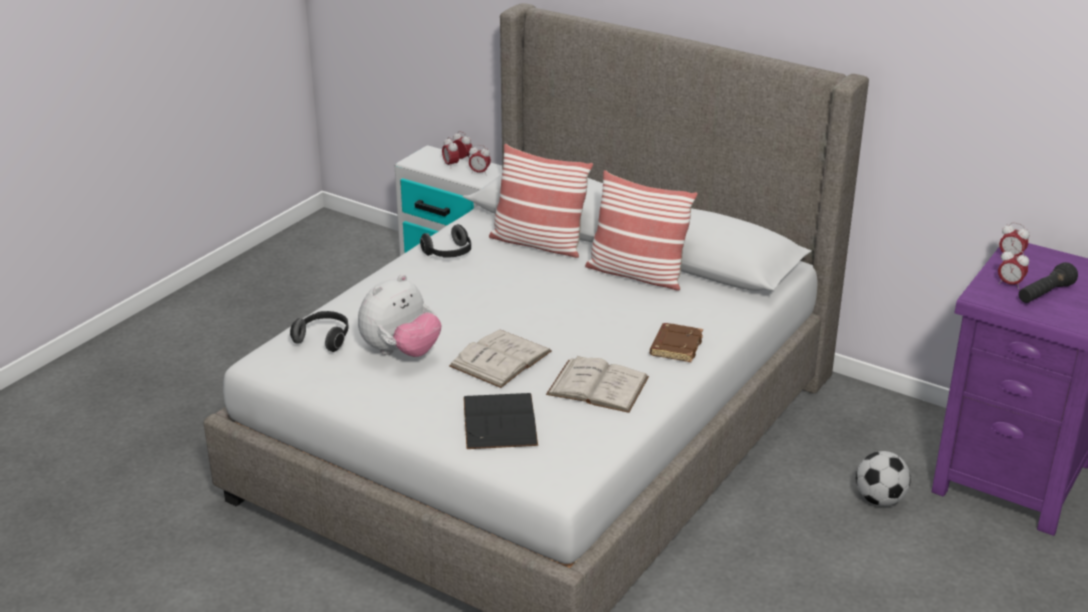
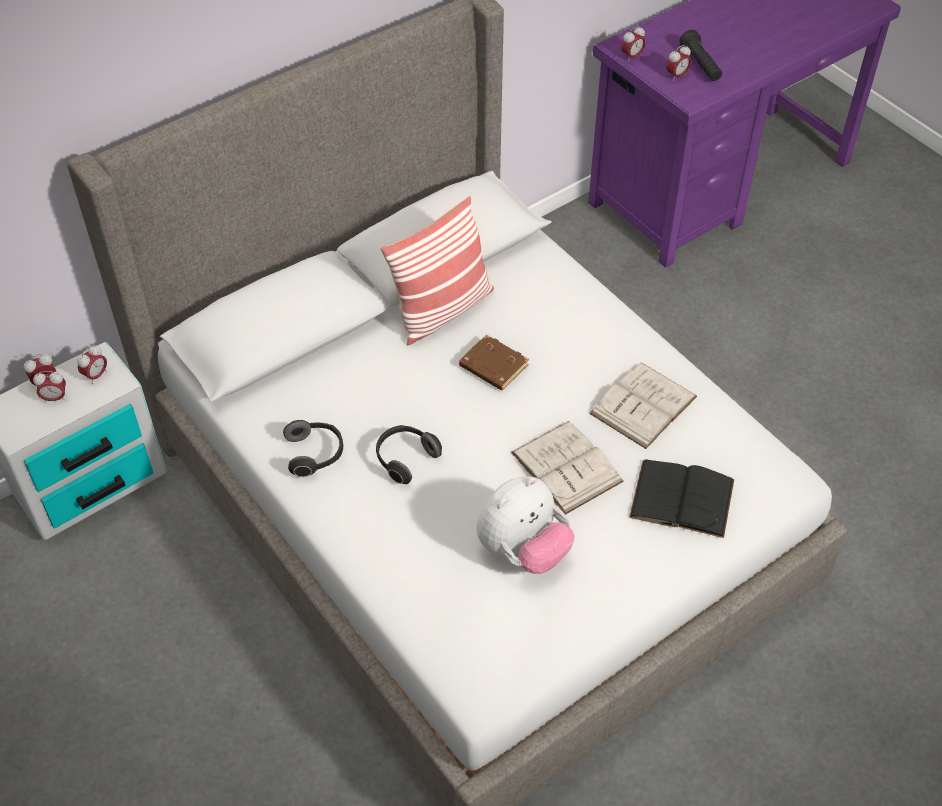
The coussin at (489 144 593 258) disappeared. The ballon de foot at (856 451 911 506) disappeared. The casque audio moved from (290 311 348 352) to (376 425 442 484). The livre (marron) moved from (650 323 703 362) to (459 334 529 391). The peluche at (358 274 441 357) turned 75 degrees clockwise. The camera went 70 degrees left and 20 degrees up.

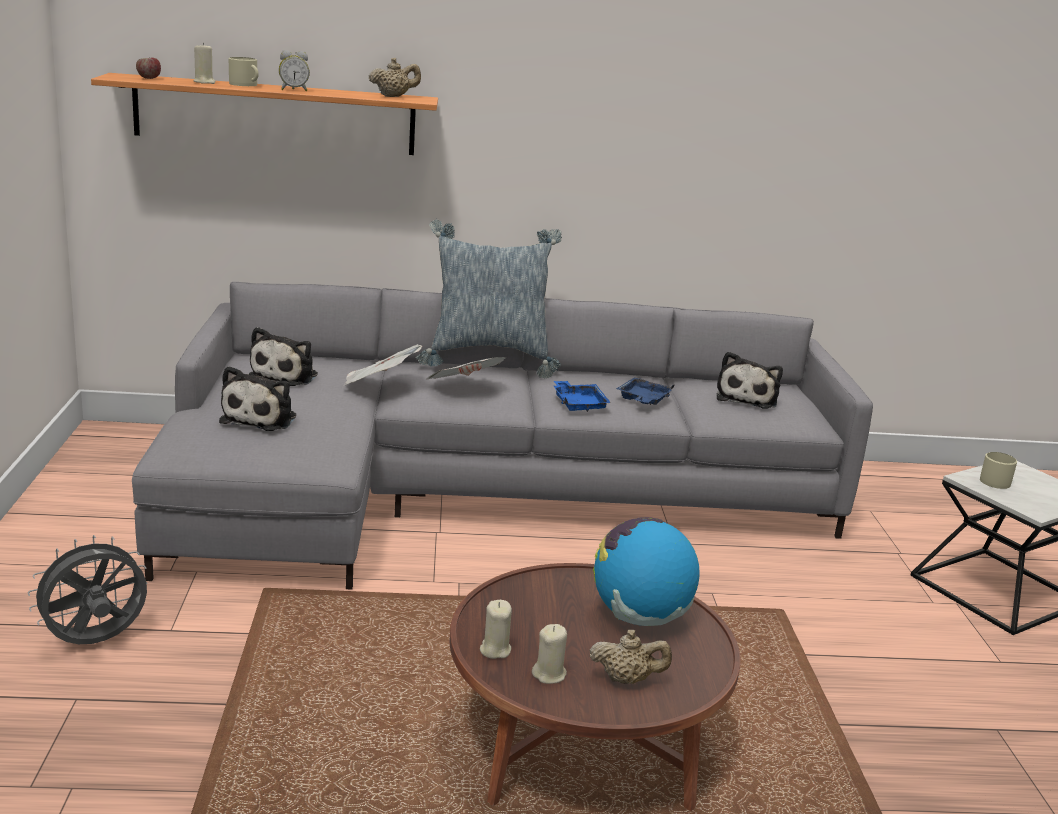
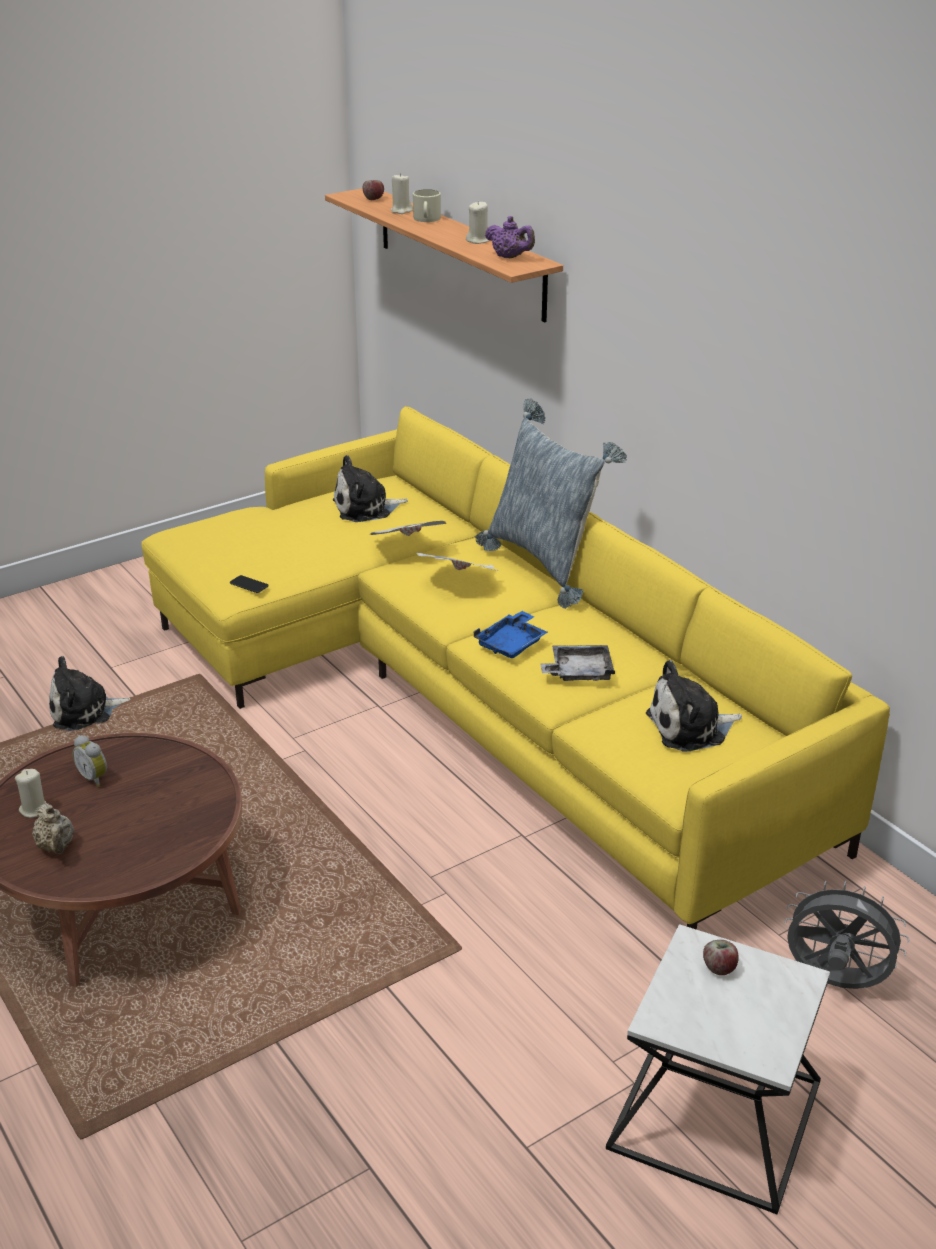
The globe at (593 517 700 626) disappeared. The téléphone at (230 575 269 593) appeared. The ventilateur (gris) moved from (28 535 147 644) to (785 881 909 989). The peluche moved from (219 366 296 431) to (49 656 131 731). The réveil moved from (279 50 310 91) to (72 735 107 787). The bougie (beige) moved from (480 600 512 659) to (466 201 489 244). The mug (beige) at (980 452 1017 489) was replaced by the pomme at (703 940 739 975). The canapé (gris) at (132 282 873 589) became the canapé (jaune) at (141 406 890 930). The théière (beige) at (369 58 421 97) became the théière (violet) at (485 216 535 258). The plateau (bleu) at (616 377 675 405) became the plateau (gris) at (540 645 615 681). The camera went 60 degrees right and 10 degrees up.

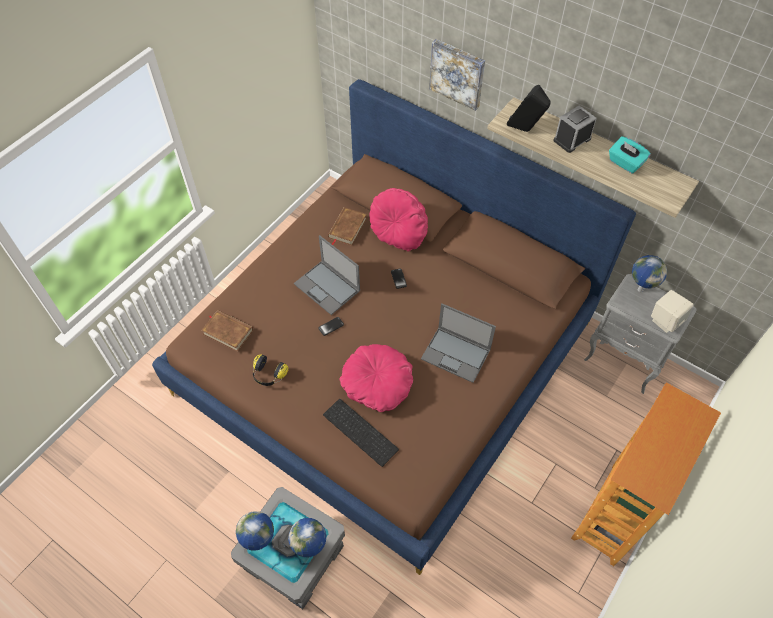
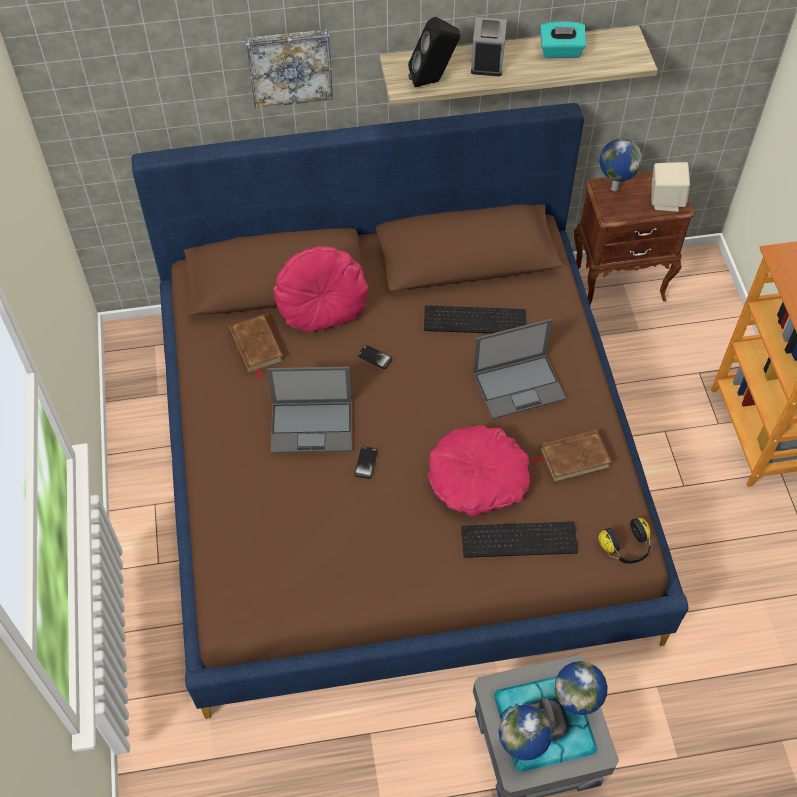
The clavier at (424 305 525 333) appeared. The livre (marron) moved from (201 310 253 352) to (533 430 612 483). The casque audio moved from (253 355 289 386) to (598 518 651 564). The table de chevet (gris) at (584 274 697 394) became the table de chevet (marron) at (574 172 694 305). The camera went 45 degrees left and 0 degrees up.

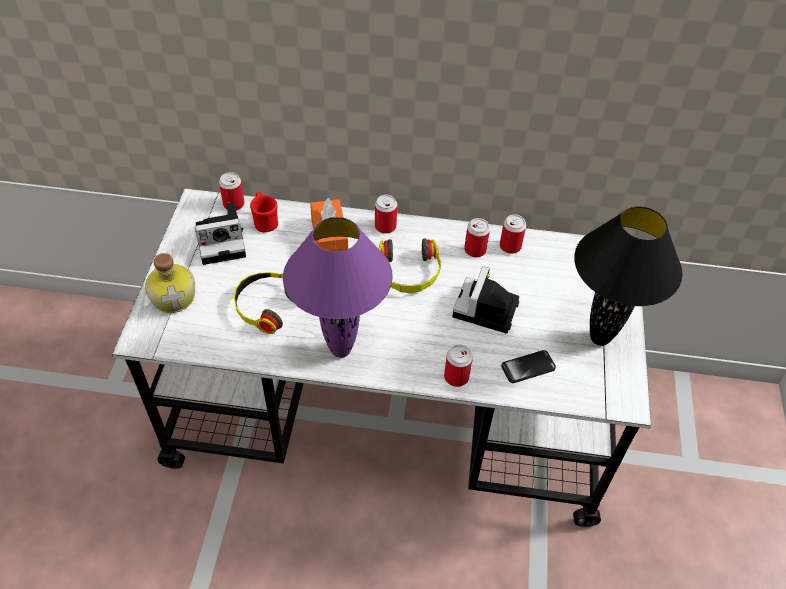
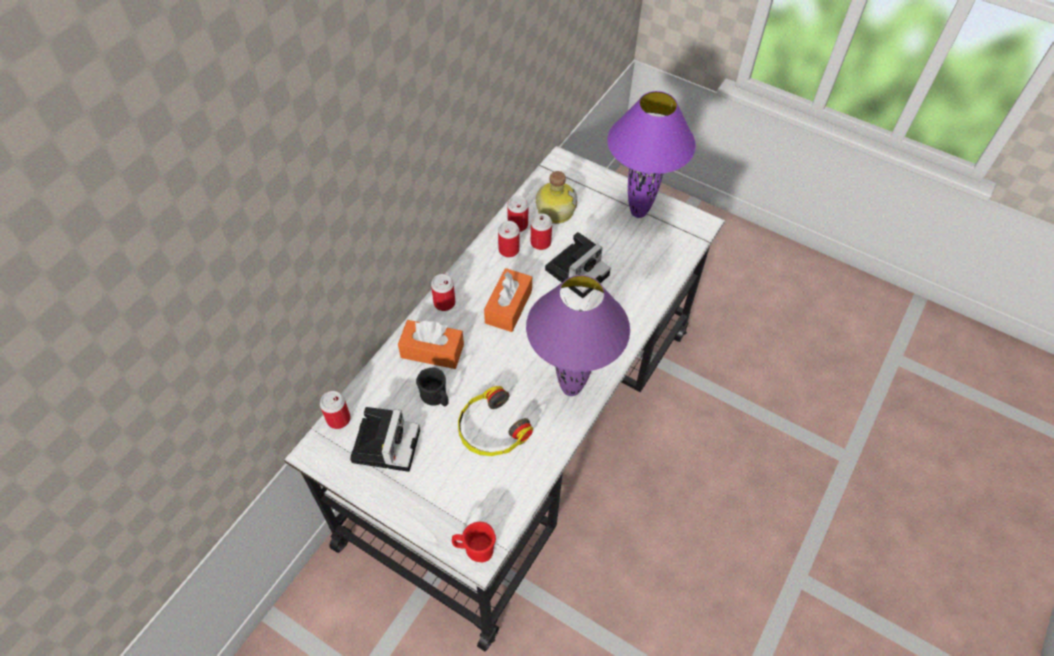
The téléphone at (501 350 556 383) disappeared. The mug (noir) at (416 368 449 406) appeared. The bouteille moved from (145 253 195 313) to (536 171 577 224). The mug (rouge) moved from (250 192 278 232) to (452 522 496 562). The boîte métallique moved from (444 345 473 387) to (531 213 552 250). The casque audio at (378 238 441 294) was replaced by the boîte à mouchoirs (orange) at (484 268 532 332). The lampe de table (noir) at (574 207 683 346) became the lampe de table (violet) at (607 91 696 218). The appareil photo at (452 266 519 334) turned 90 degrees counterclockwise. The camera went 65 degrees left and 5 degrees up.

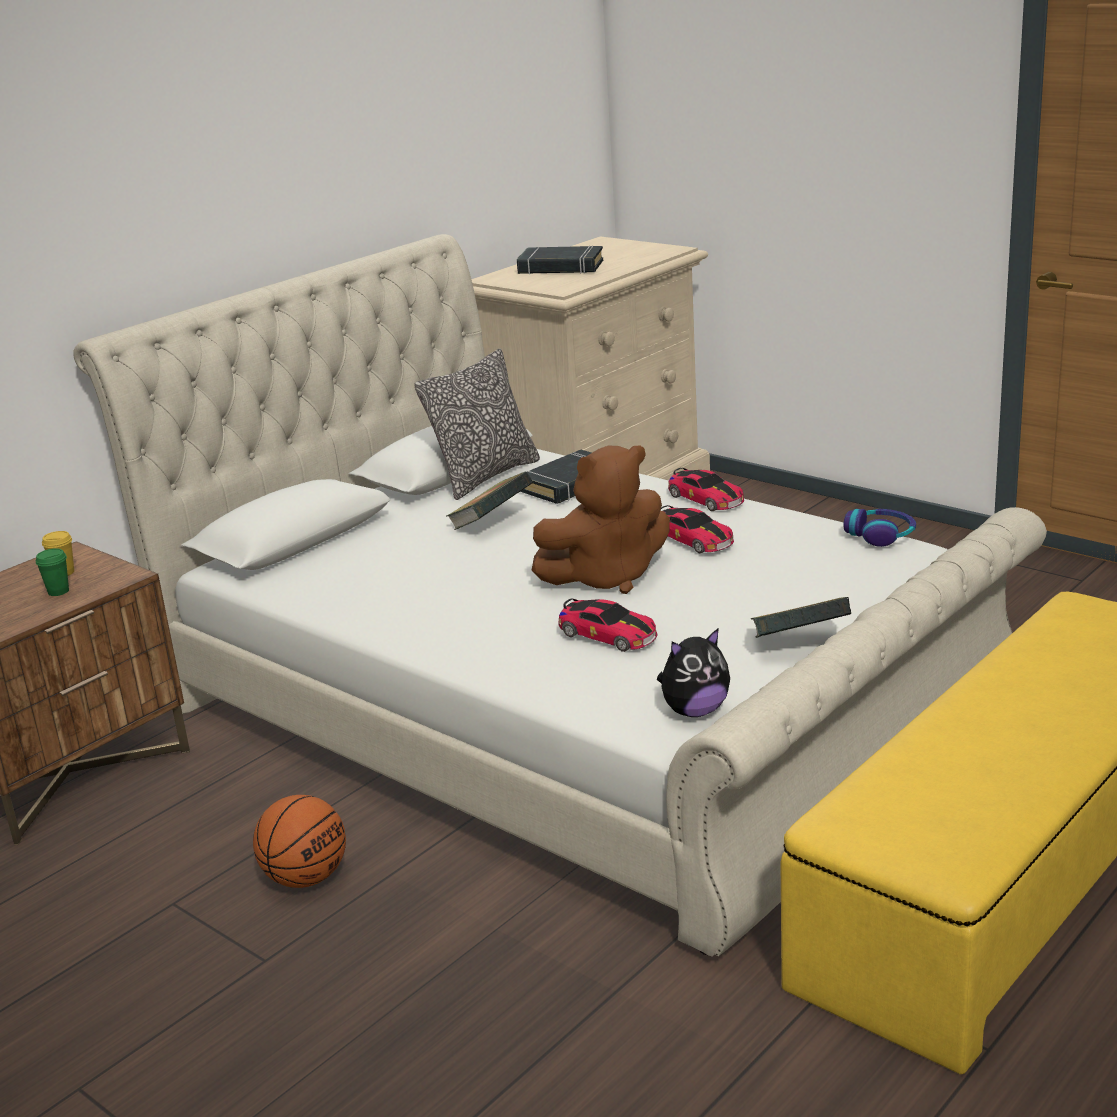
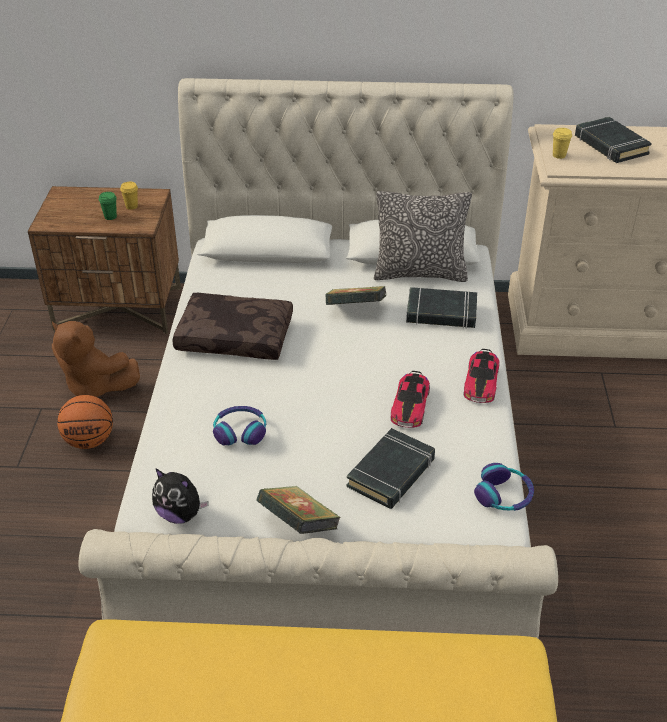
The coussin (marron) at (172 293 293 360) appeared. The livre (noir) at (347 428 435 509) appeared. The tasse (jaune) at (553 128 572 159) appeared. The peluche (marron) moved from (531 445 670 594) to (52 321 140 397). The petite voiture at (559 599 657 652) was replaced by the casque audio at (213 406 266 446). The camera went 50 degrees right and 15 degrees up.

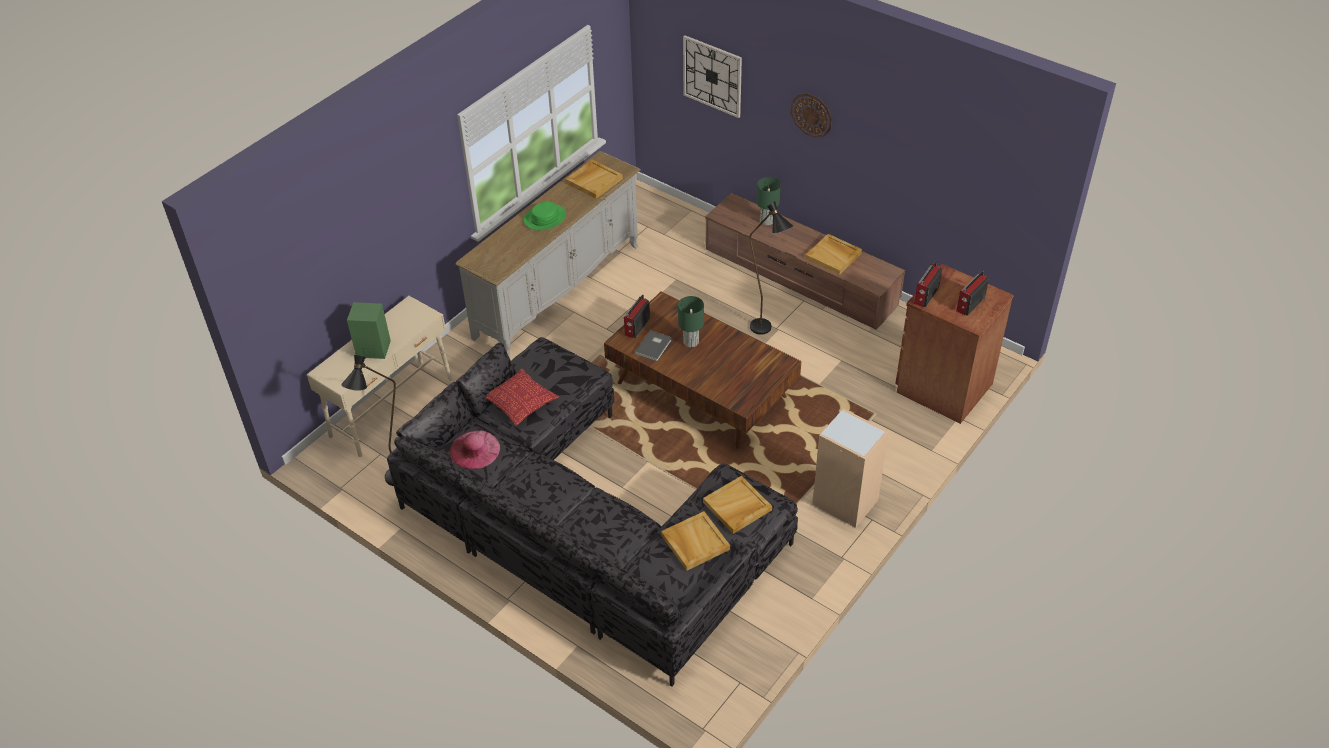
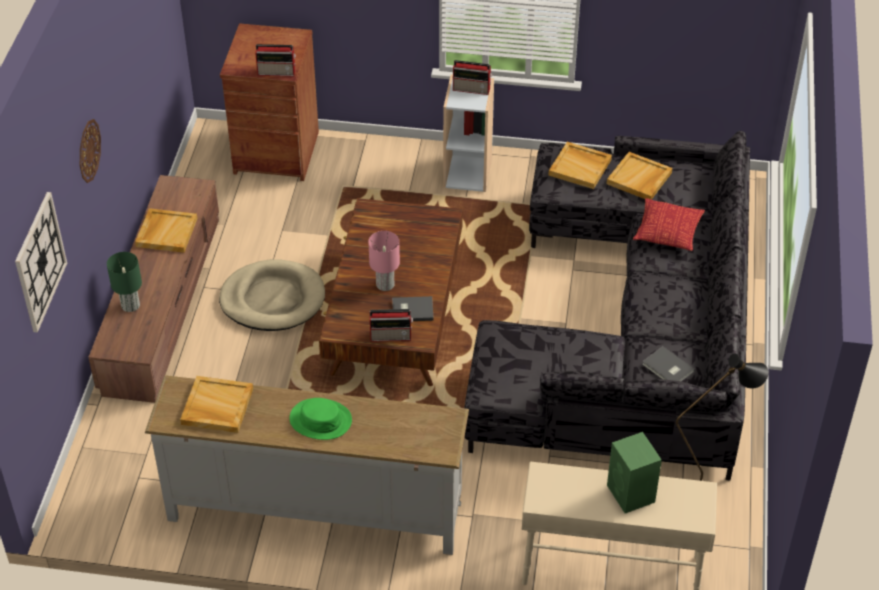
The coussin (rouge) moved from (486 368 559 425) to (633 198 705 251). The radio moved from (956 271 989 316) to (453 60 492 95). The chapeau (rose) at (449 430 500 469) was replaced by the livre (gris) at (642 346 695 381). The lampadaire (noir) at (749 201 793 335) was replaced by the panier pour chien (beige) at (219 259 325 331). The lampe de table (vert) at (678 296 704 347) became the lampe de table (rose) at (368 231 400 291). The camera went 120 degrees left and 0 degrees up.

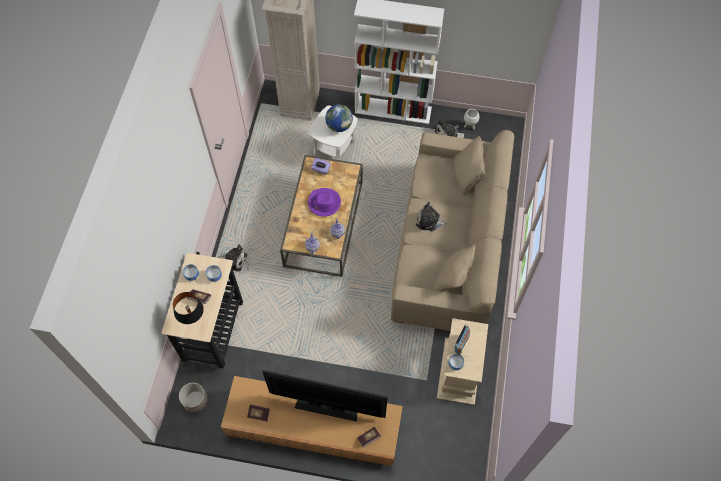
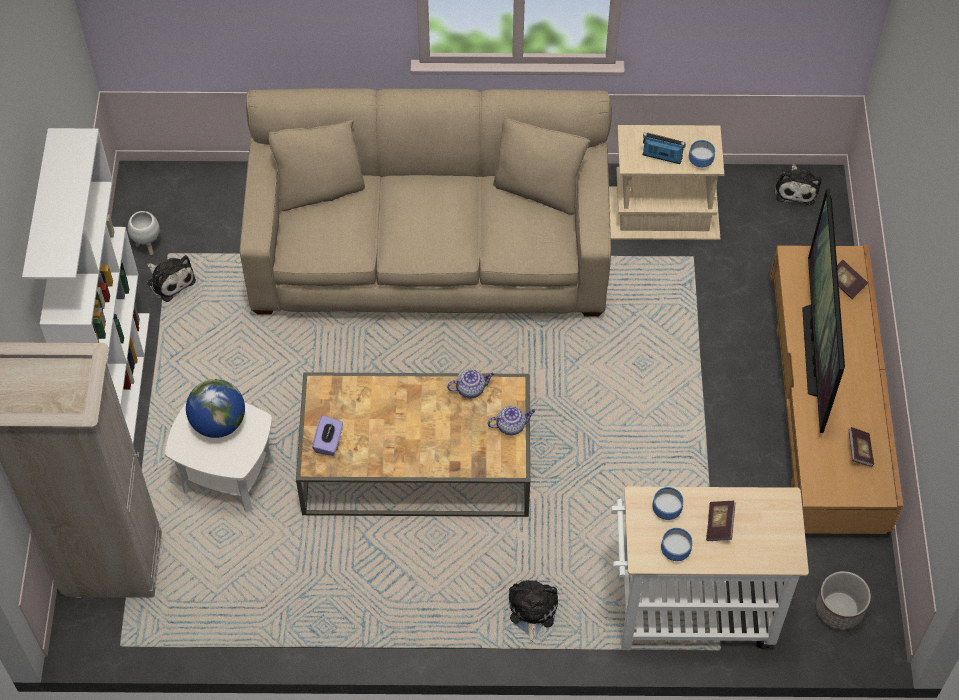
The lampe de table (noir) at (173 292 204 324) disappeared. The chapeau (violet) at (308 188 341 217) disappeared. The peluche moved from (416 202 447 231) to (775 164 821 205). The chariot (noir) at (161 252 243 368) became the chariot (blanc) at (611 487 809 650). The camera went 100 degrees left and 5 degrees down.

